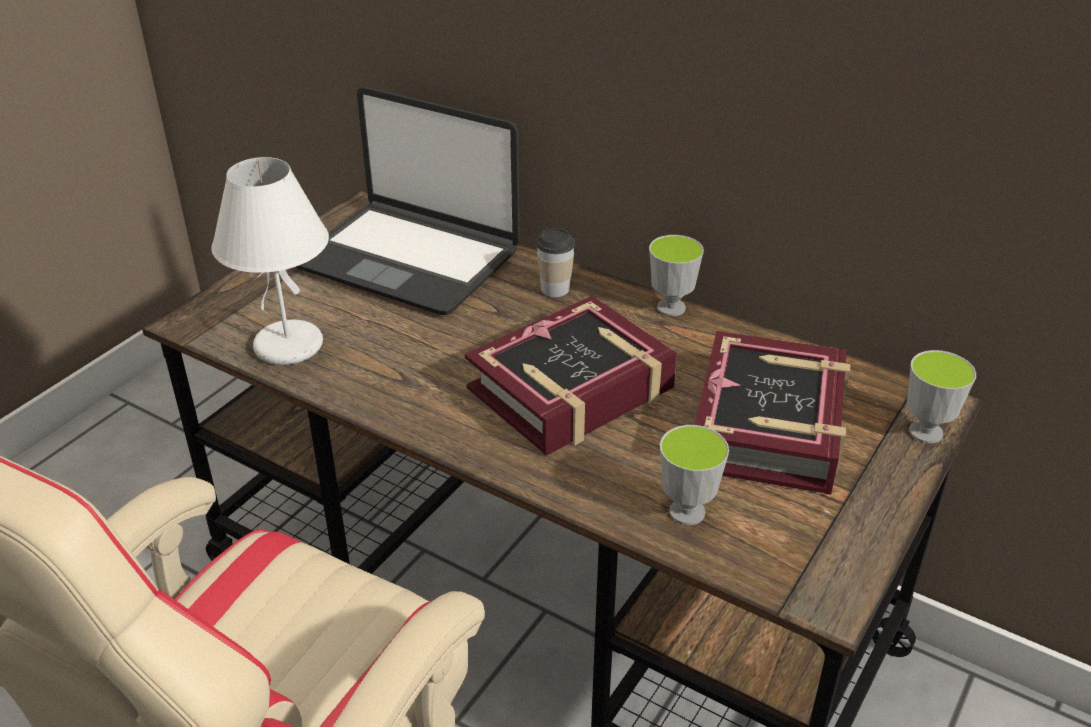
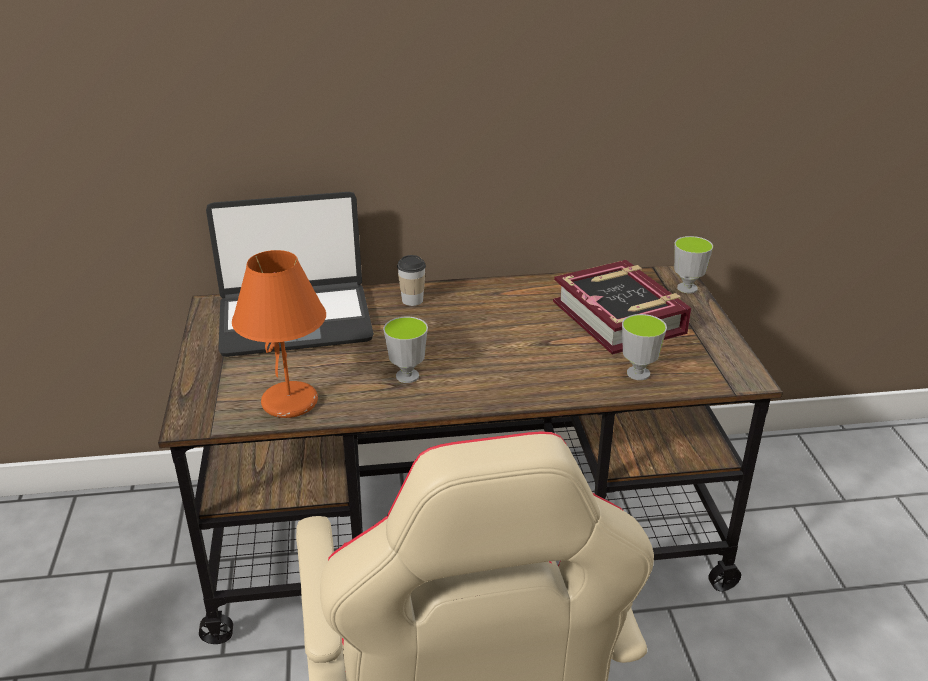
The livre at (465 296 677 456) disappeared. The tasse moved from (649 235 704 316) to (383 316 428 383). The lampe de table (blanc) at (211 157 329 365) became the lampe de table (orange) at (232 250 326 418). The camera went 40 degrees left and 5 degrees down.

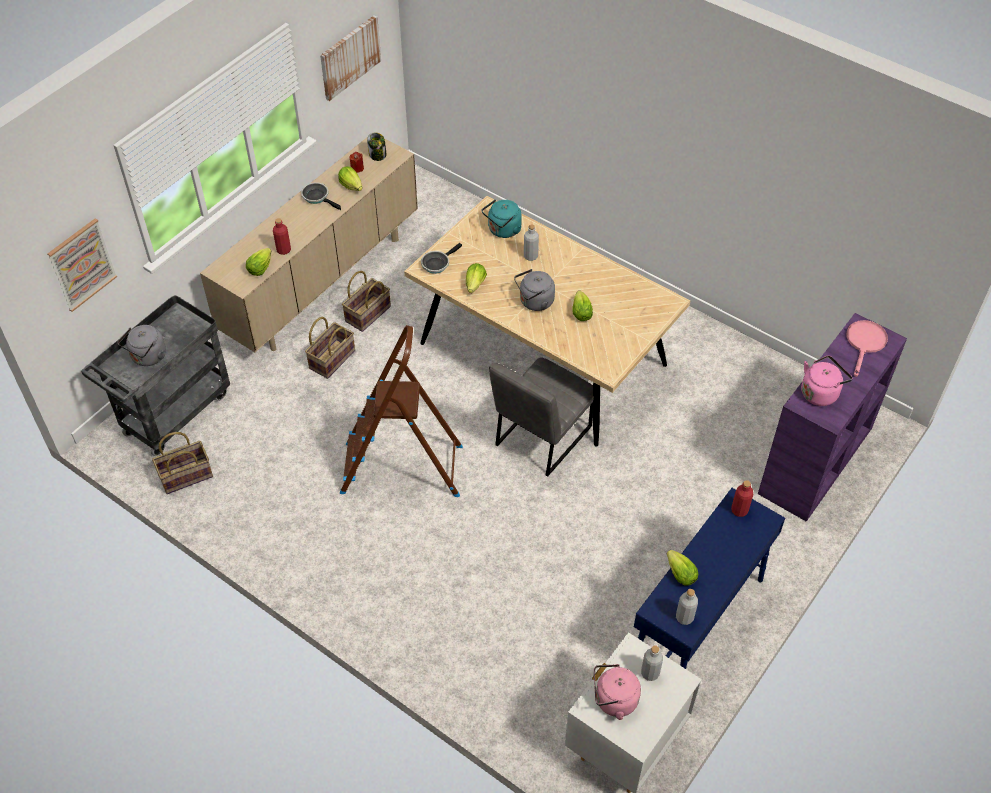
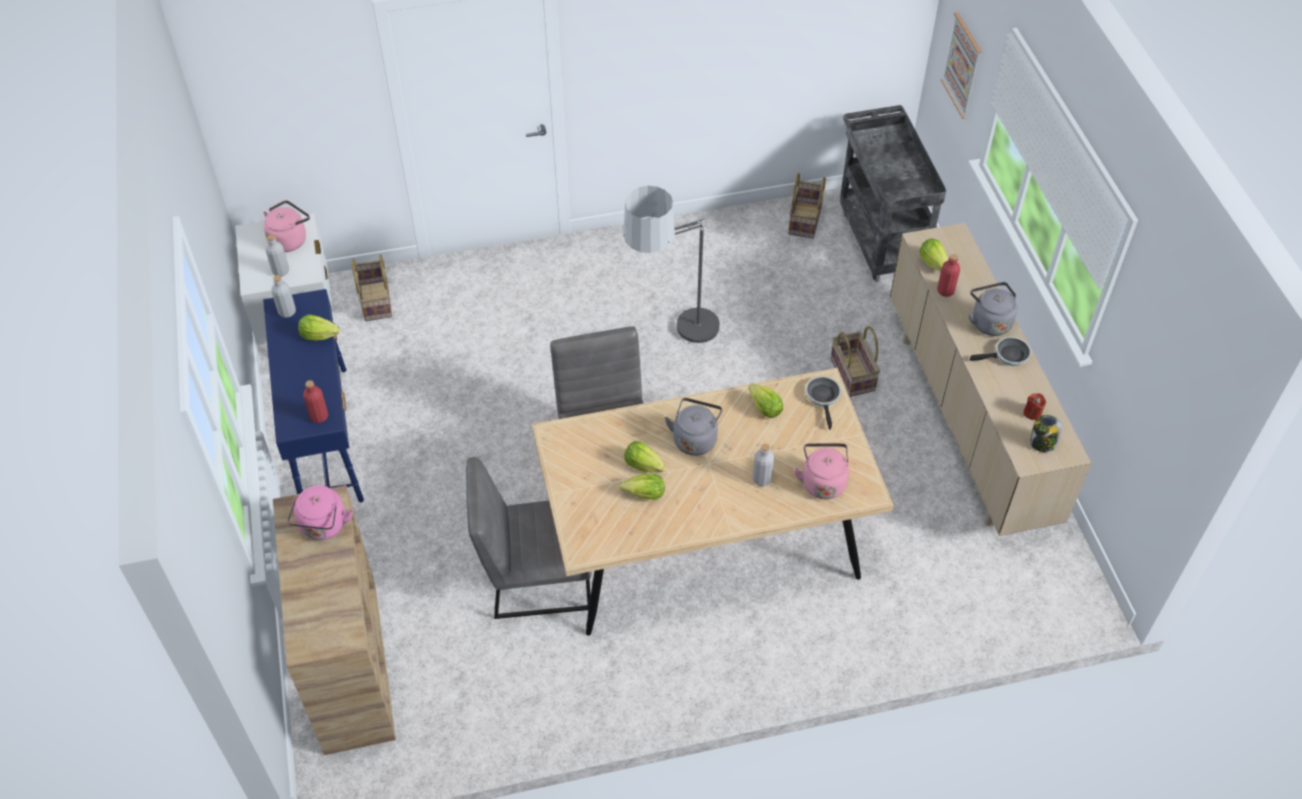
The tableau at (320 15 381 101) disappeared. The poêle (rose) at (846 320 888 377) disappeared. The chaise (gris) at (466 457 592 619) appeared. The bouilloire (gris) moved from (117 325 166 366) to (969 282 1018 336). The laitue moved from (338 167 363 191) to (619 474 665 500). The panier moved from (342 271 391 332) to (352 254 392 321). The escabeau (marron) at (340 325 463 497) was replaced by the lampadaire at (623 186 720 352). The bouilloire (turquoise) at (482 199 522 238) became the bouilloire (rose) at (794 443 849 500). The bibliothèque (violet) at (758 313 907 522) became the bibliothèque (marron) at (273 485 396 755). The camera went 130 degrees right and 0 degrees up.

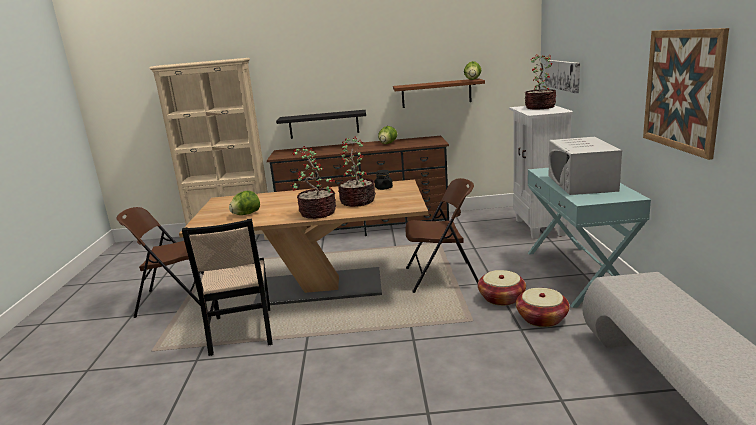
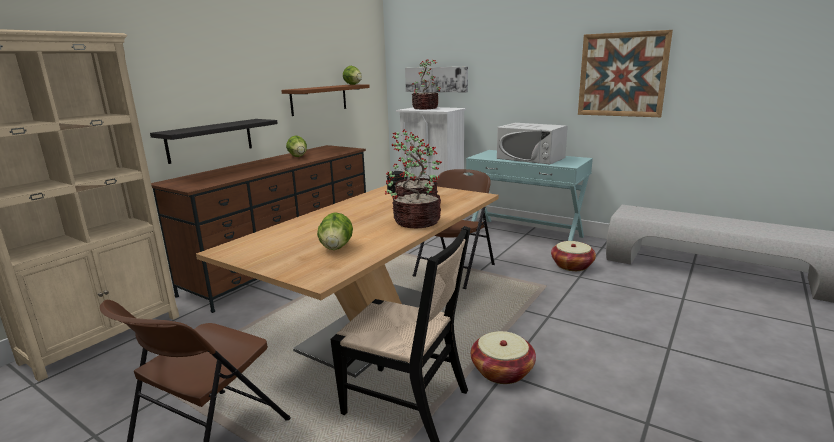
The panier moved from (478 270 526 306) to (471 331 536 384). The camera went 55 degrees left and 0 degrees up.

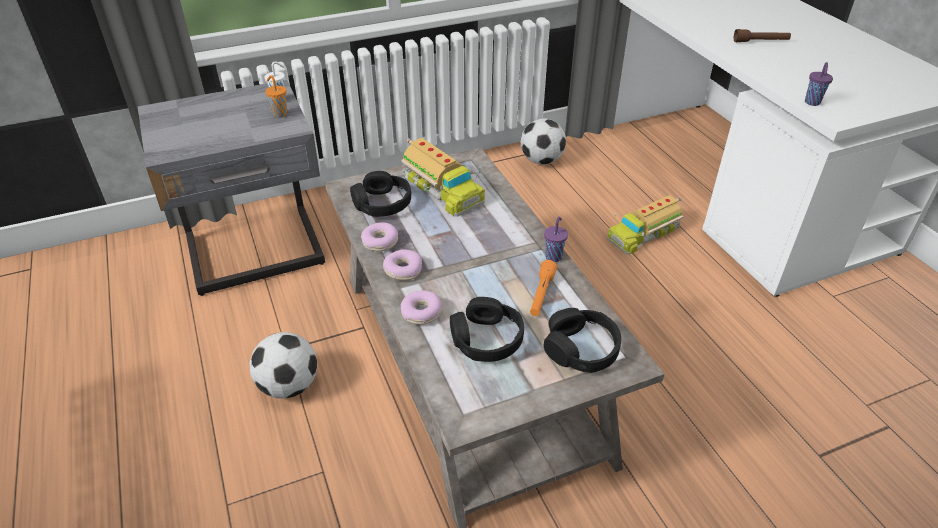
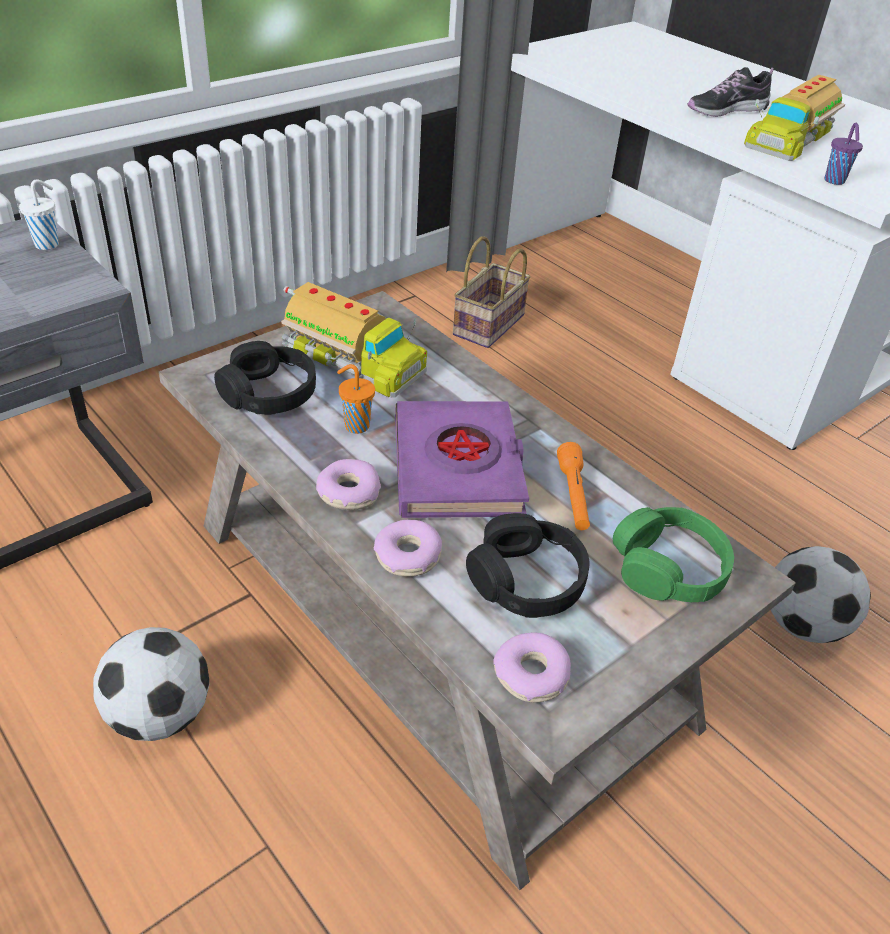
The tasse (violet) at (544 217 568 262) disappeared. The livre (violet) at (395 401 529 518) appeared. The panier at (453 236 530 348) appeared. The tasse (orange) moved from (265 75 287 118) to (337 364 375 434). The beignet moved from (361 223 398 251) to (493 633 571 703). The ballon de foot moved from (521 118 566 165) to (771 546 871 643). The camion jouet moved from (607 195 683 255) to (744 74 845 161). The lampe de poche (marron) at (734 29 791 42) was replaced by the chaussure at (688 67 774 117). The casque audio (noir) at (544 308 621 373) became the casque audio (vert) at (613 507 734 602). The camera went 20 degrees left and 0 degrees up.

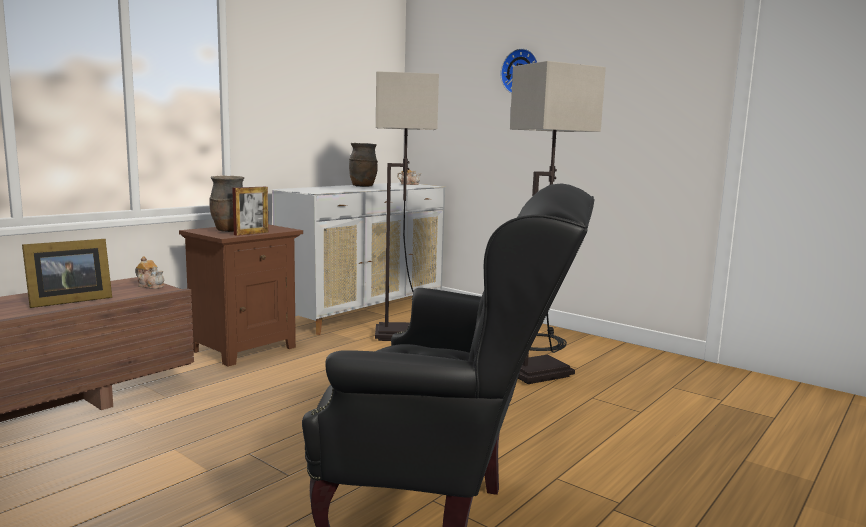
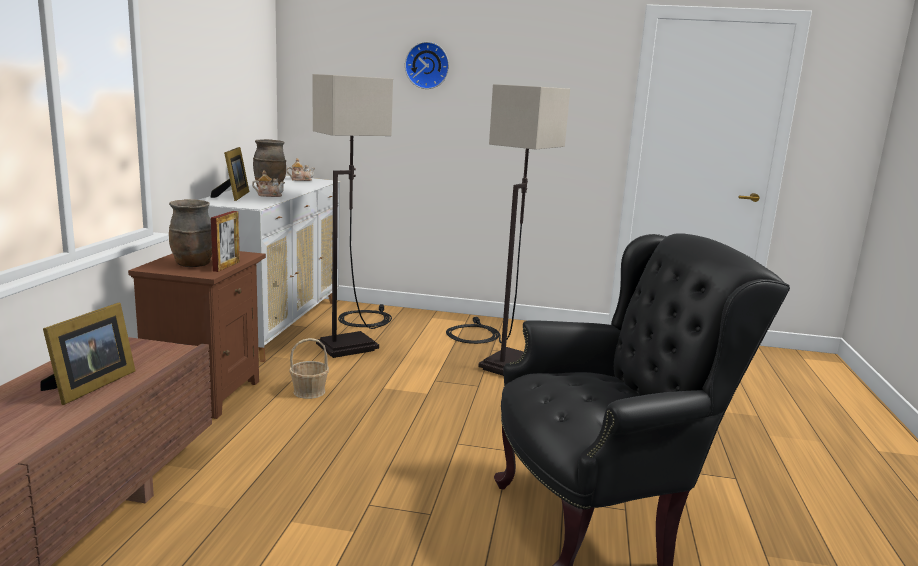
The cadre photo at (211 147 250 201) appeared. The panier at (289 338 329 399) appeared. The théière moved from (135 256 165 289) to (252 170 285 197). The camera went 30 degrees left and 5 degrees up.

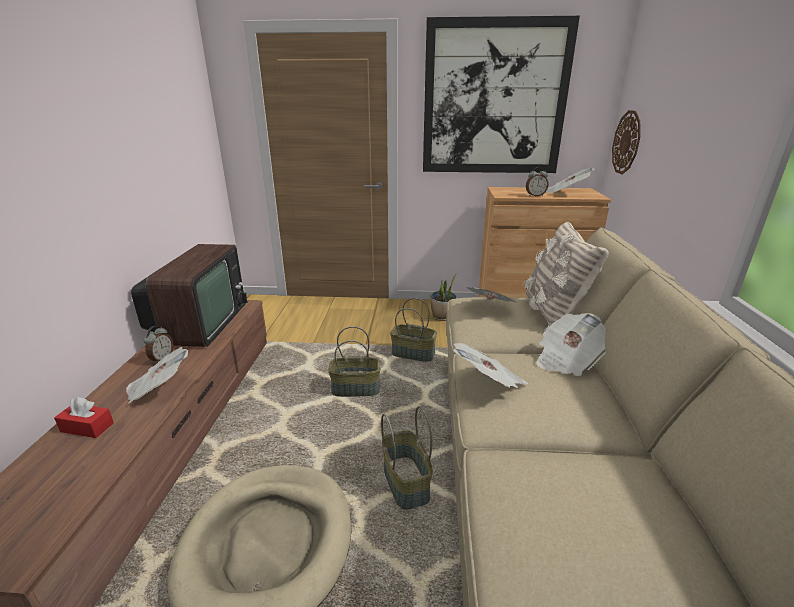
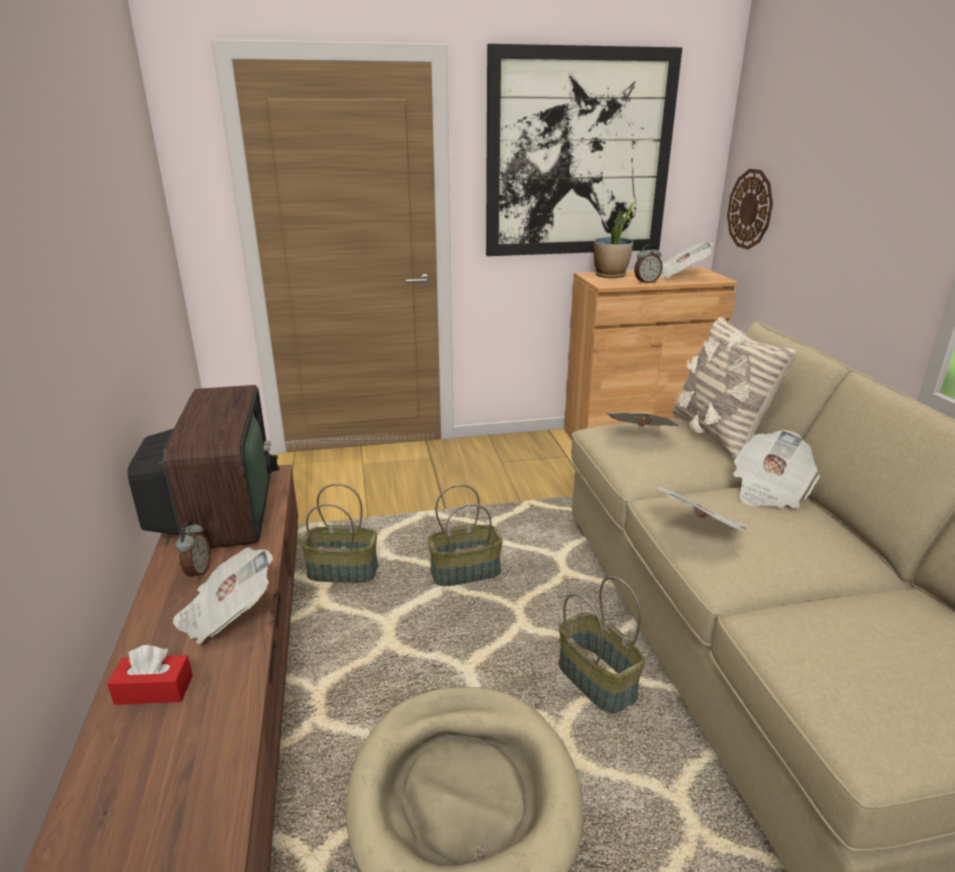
The panier moved from (390 298 437 362) to (301 483 378 583). The plante en pot moved from (430 273 457 321) to (593 201 635 278). The camera went 15 degrees left and 0 degrees up.

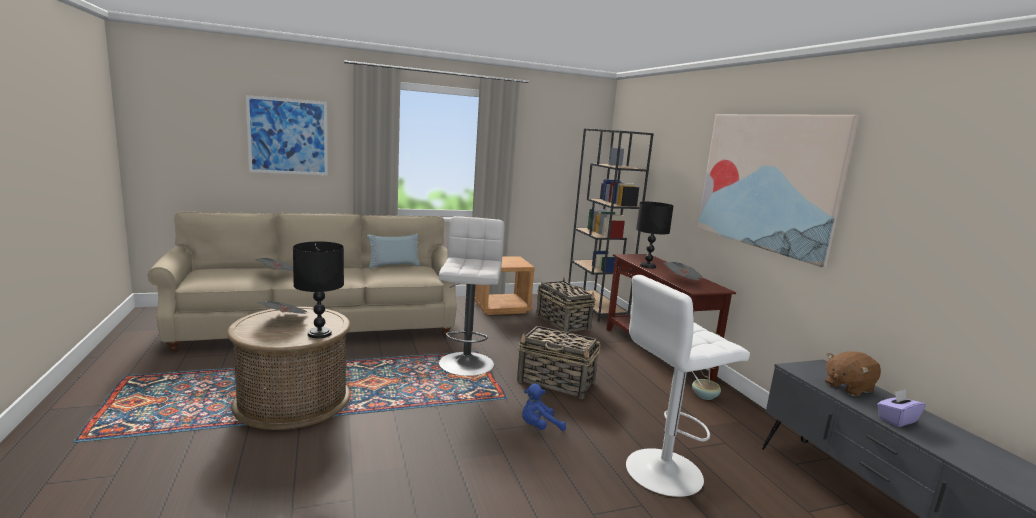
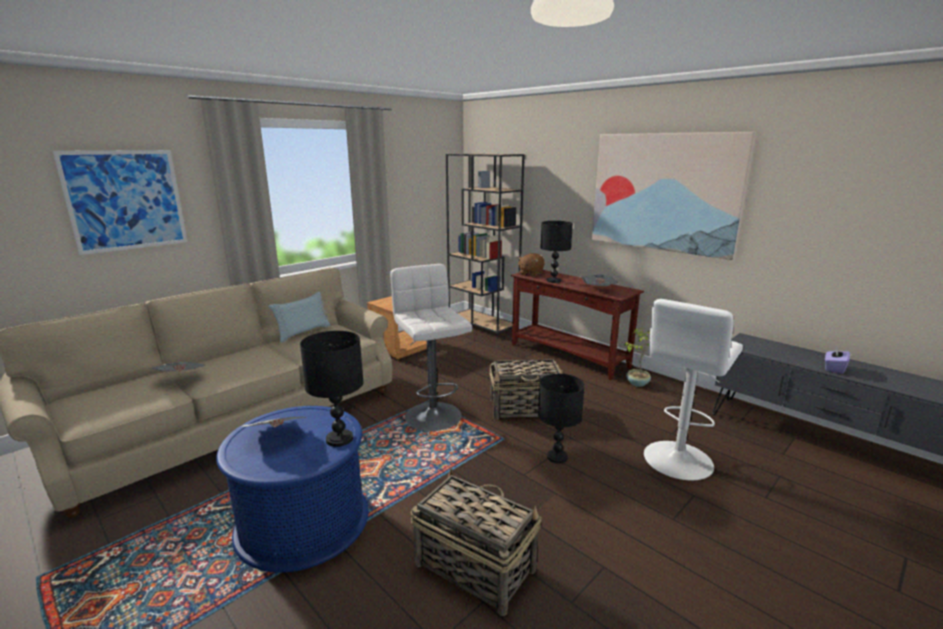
The panier moved from (536 277 596 332) to (411 468 542 616). The peluche (marron) moved from (825 352 881 396) to (518 253 545 277). The peluche (bleu) at (522 384 566 431) was replaced by the lampe de table (noir) at (538 374 585 464). The table basse (marron) at (227 307 350 430) became the table basse (bleu) at (216 406 369 572). The camera went 25 degrees left and 5 degrees up.

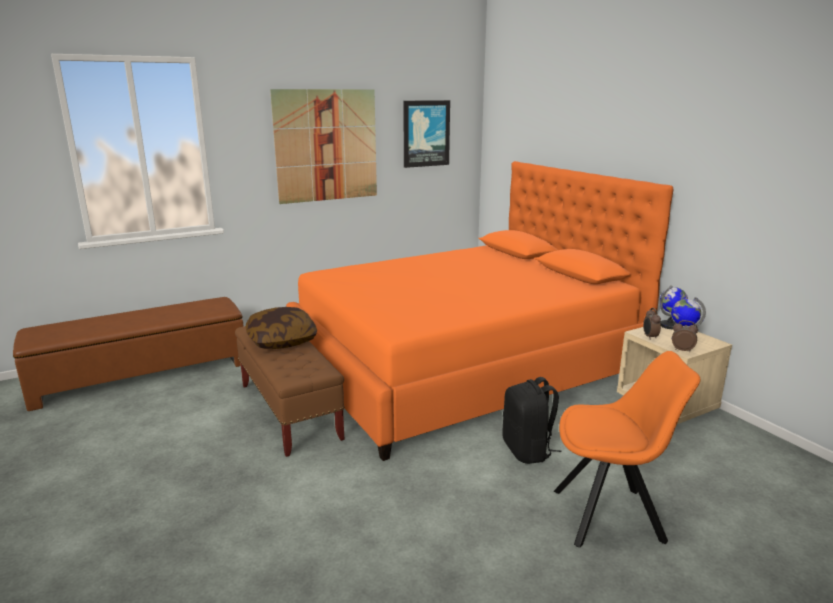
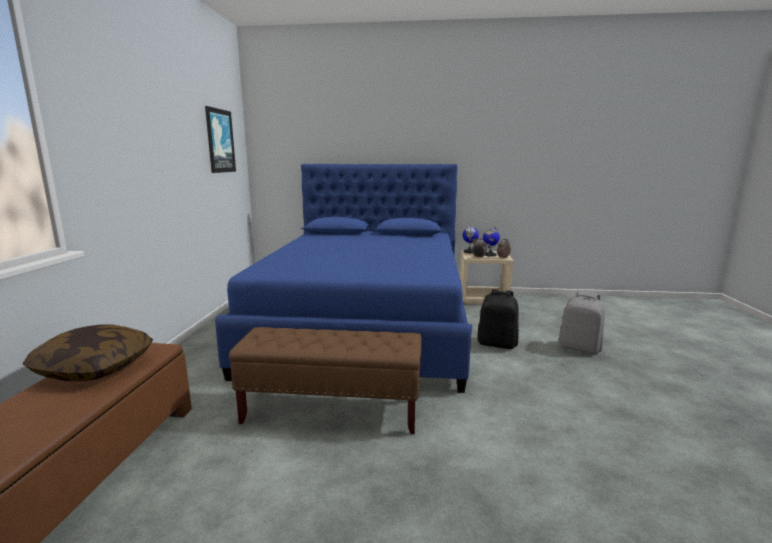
The tableau at (270 89 377 204) disappeared. The coussin moved from (246 307 317 349) to (22 325 153 381). The chaise (orange) at (554 351 701 548) was replaced by the sac à dos (gris) at (559 292 605 354). The lit (orange) at (286 161 673 461) became the lit (bleu) at (215 164 472 393). The camera went 55 degrees left and 5 degrees down.

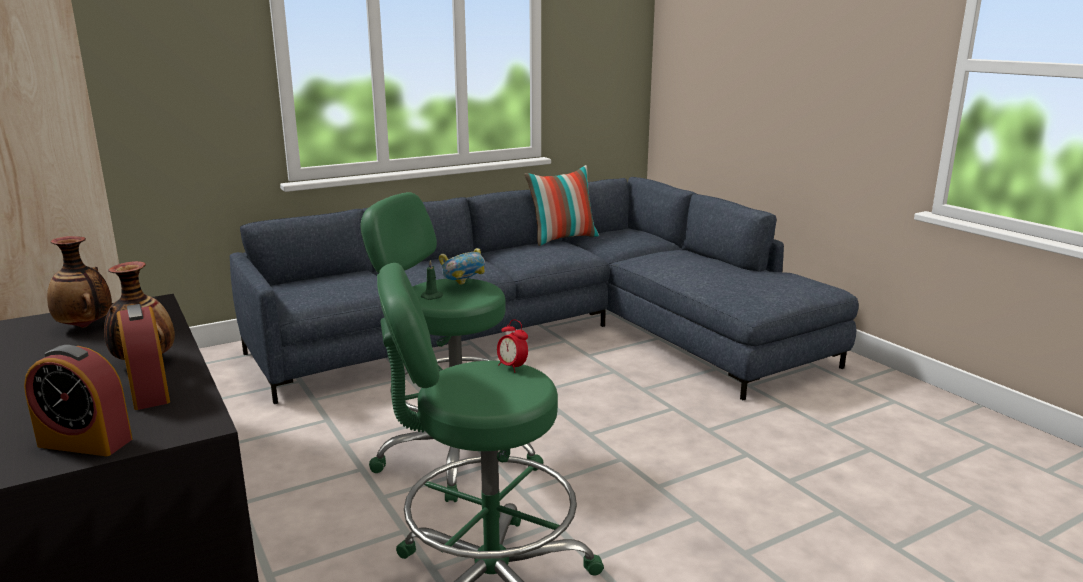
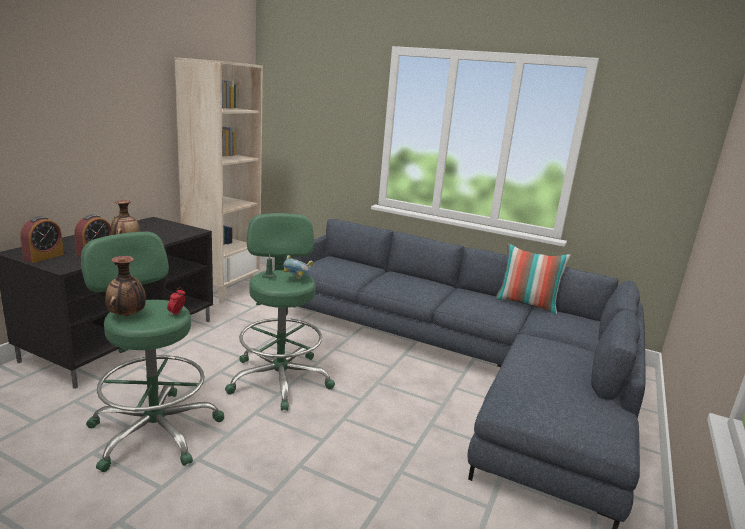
The vase moved from (47 236 112 328) to (105 256 146 316). The réveil at (24 345 132 456) turned 135 degrees counterclockwise. The camera went 55 degrees right and 0 degrees up.

